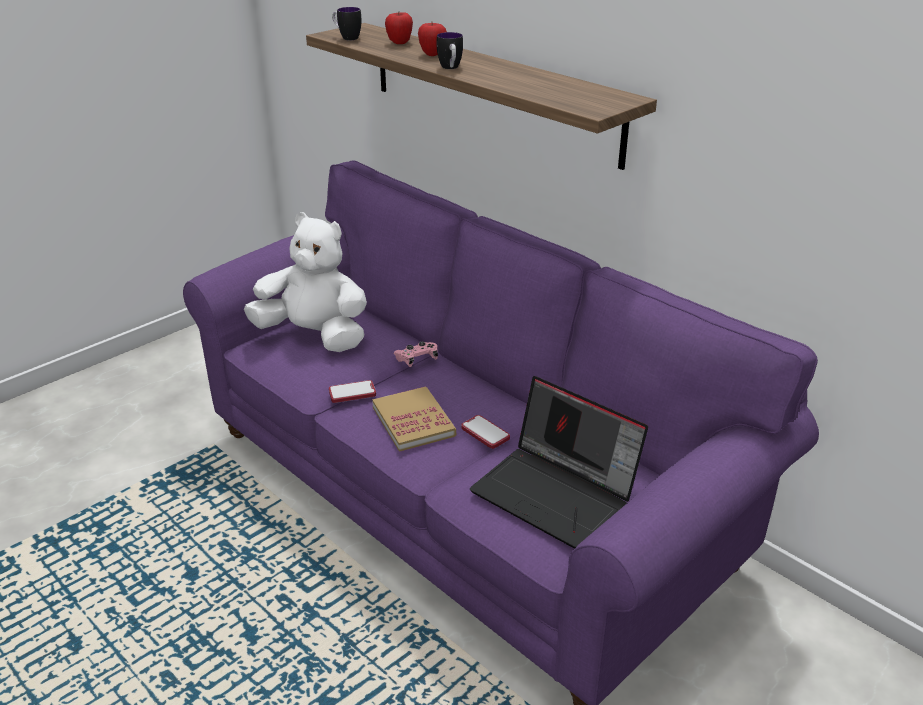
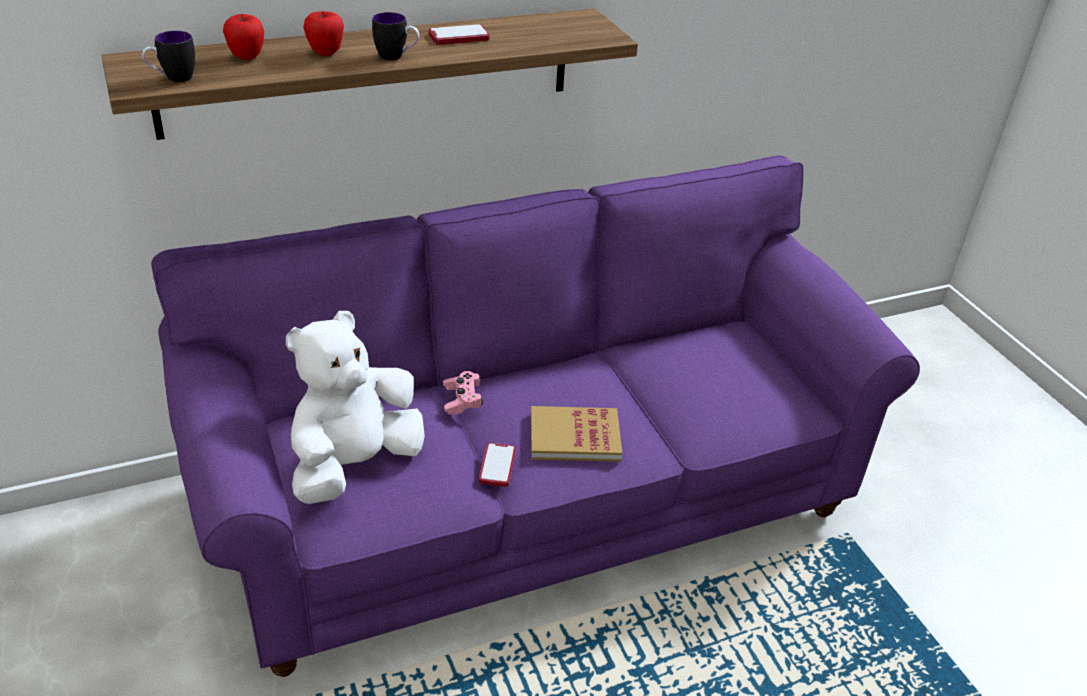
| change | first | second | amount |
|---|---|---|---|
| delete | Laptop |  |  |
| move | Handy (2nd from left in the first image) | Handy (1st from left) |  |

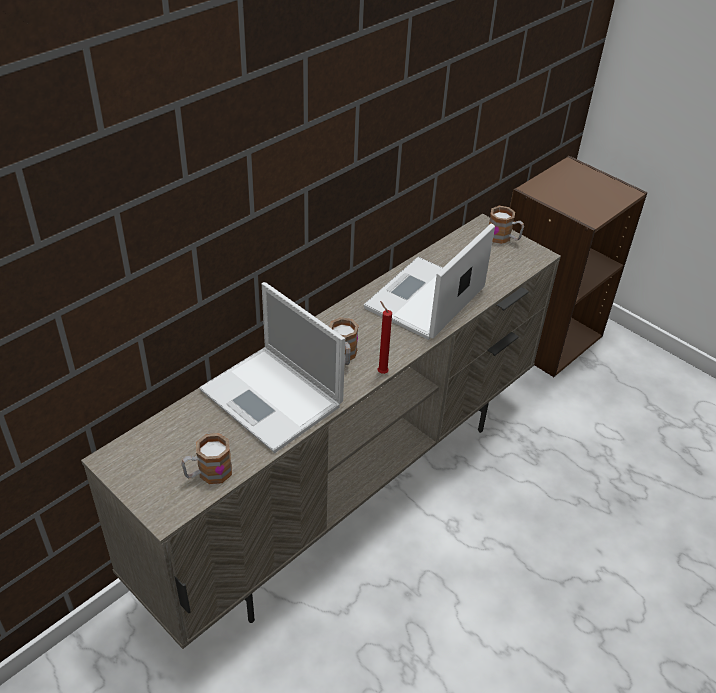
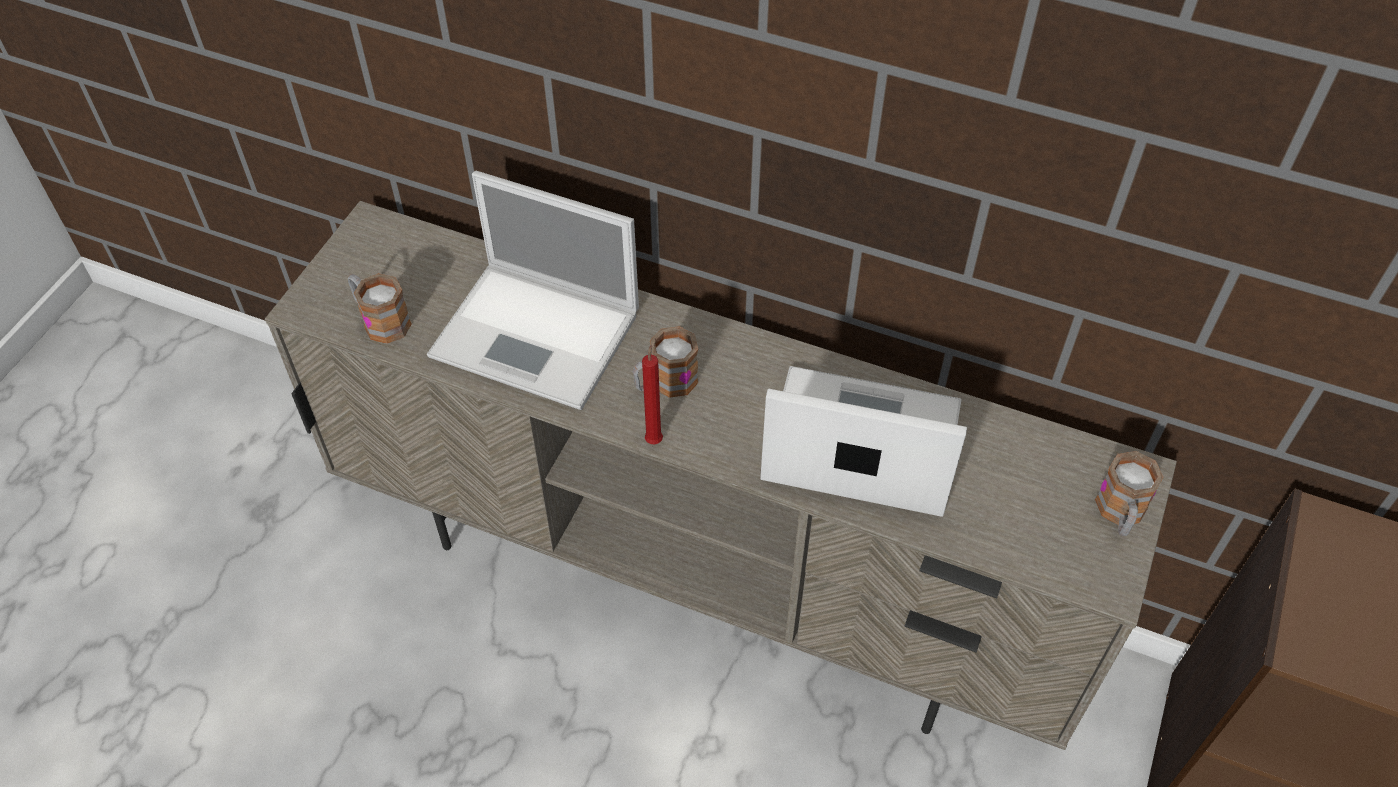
| change | first | second | amount |
|---|---|---|---|
| rotate | Laptop (1st from left) |  | 90 degrees counterclockwise |

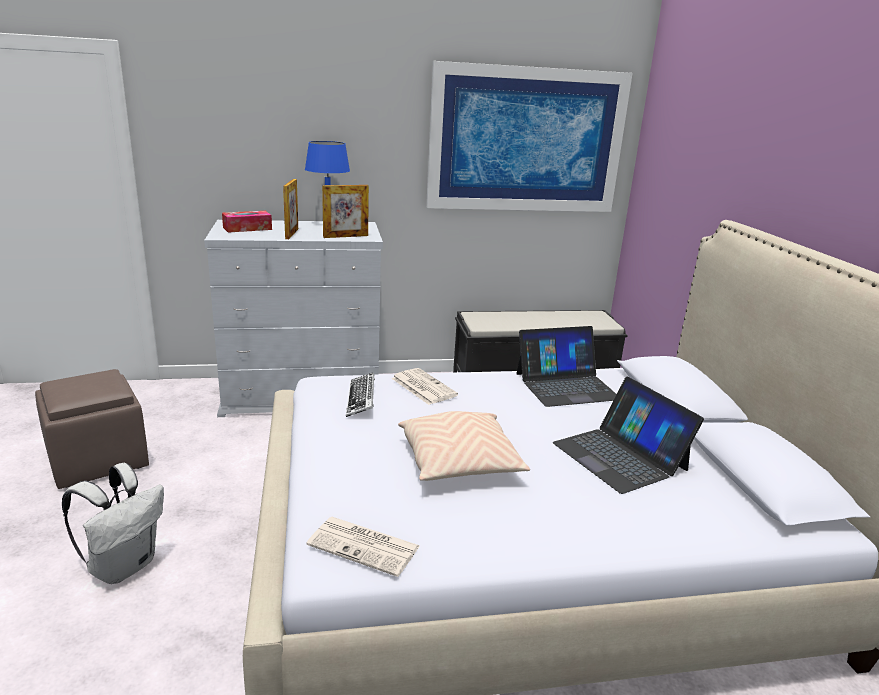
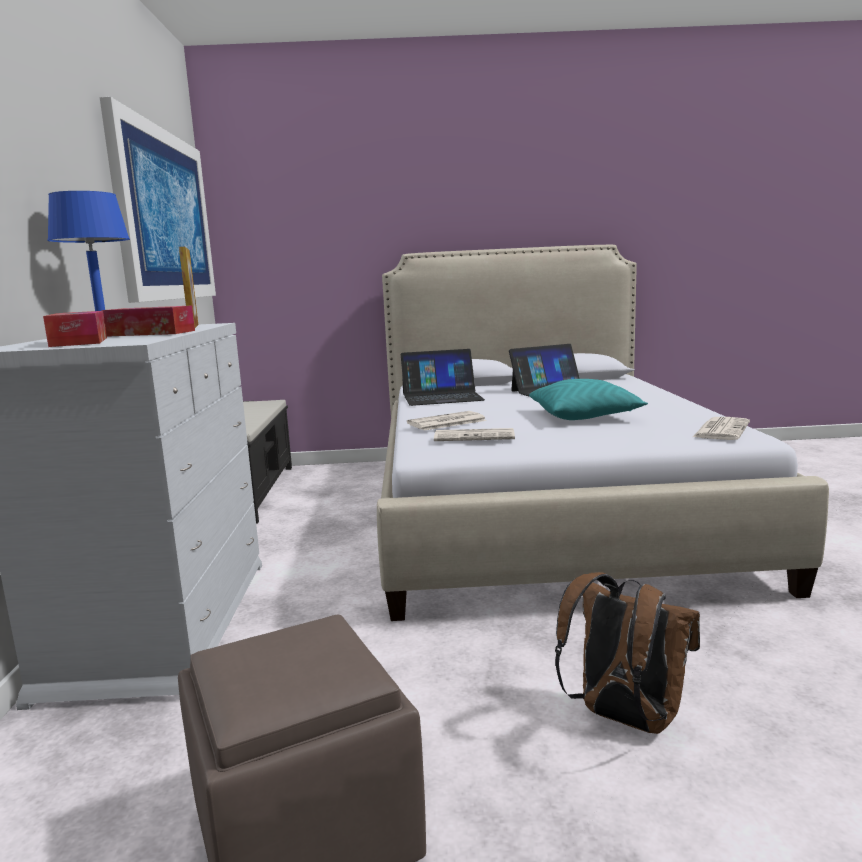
| change | first | second | amount |
|---|---|---|---|
| replace | Bilderrahmen (1st from left) | Taschentuchbox (2nd from left) |  |
| replace | Tastatur | Zeitung (2nd from left) |  |
| recolor | Rucksack/weiß | Rucksack/braun |  |
| recolor | Kissen/beige | Kissen/türkis |  |
| rotate | Laptop (1st from left) |  | 90 degrees clockwise |

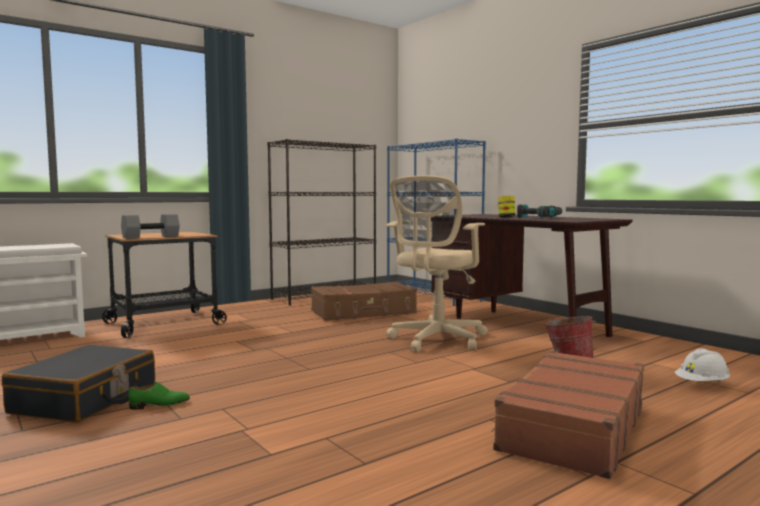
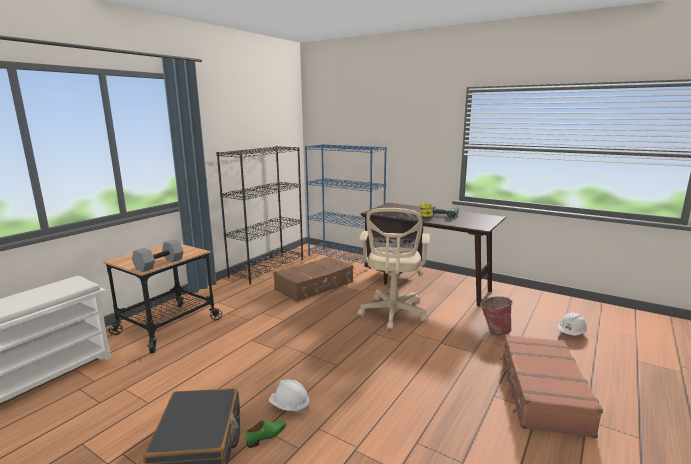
| change | first | second | amount |
|---|---|---|---|
| insert |  | Schutzhelm/weiß (1st from left) |  |

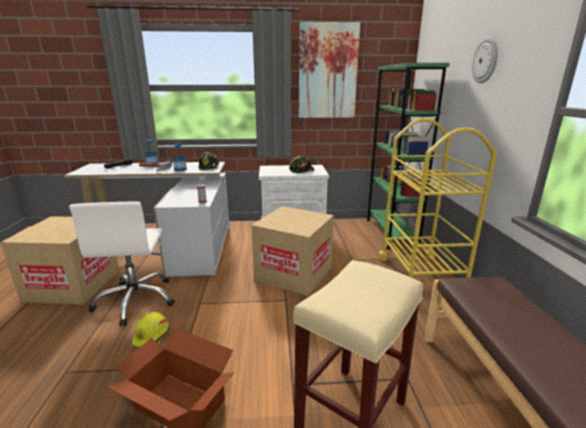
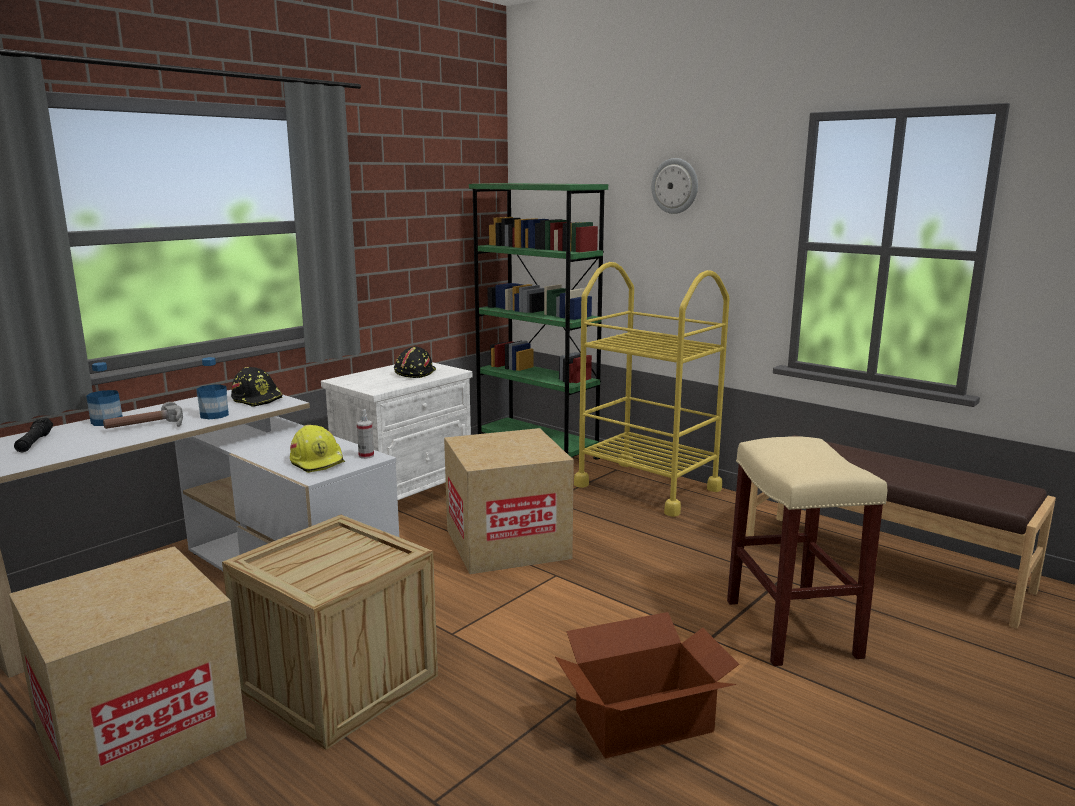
| change | first | second | amount |
|---|---|---|---|
| delete | Bild |  |  |
| move | Schutzhelm/gelb |  |  |
| replace | Bürostuhl/weiß | Kiste |  |

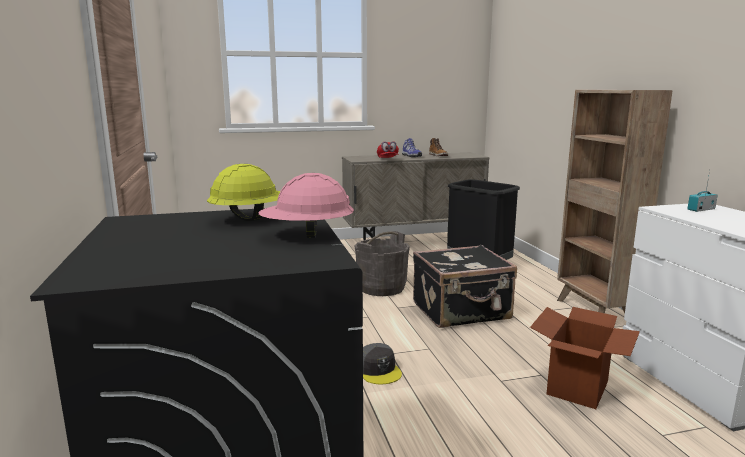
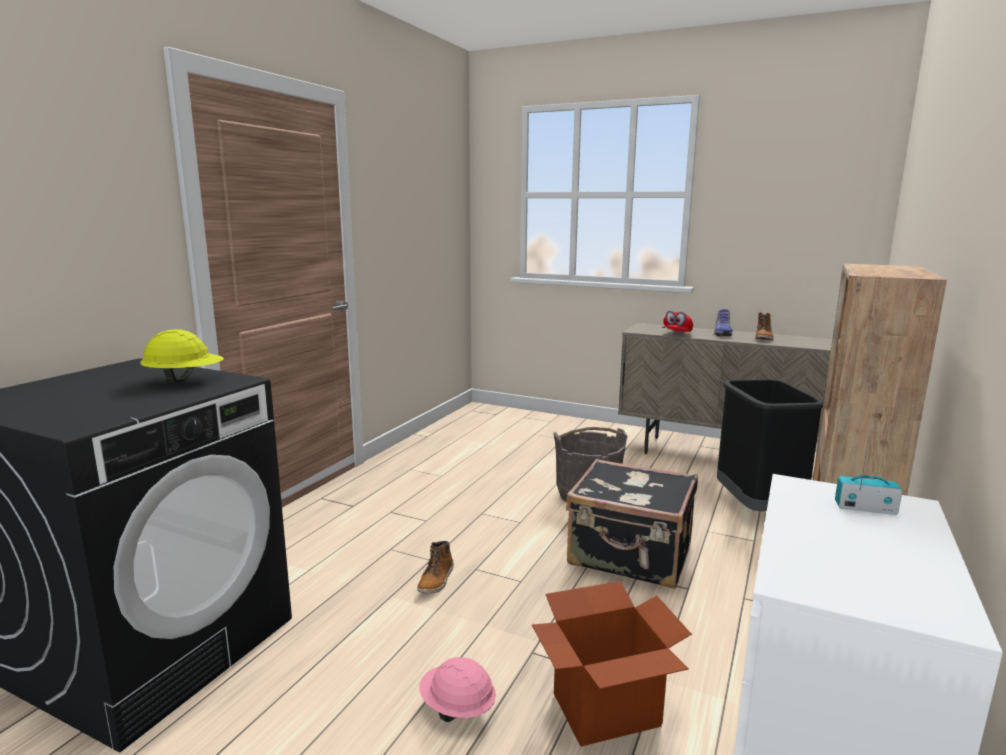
| change | first | second | amount |
|---|---|---|---|
| move | Schutzhelm/rosa |  |  |
| replace | Kappe/grau | Stiefel (1st from left) |  |

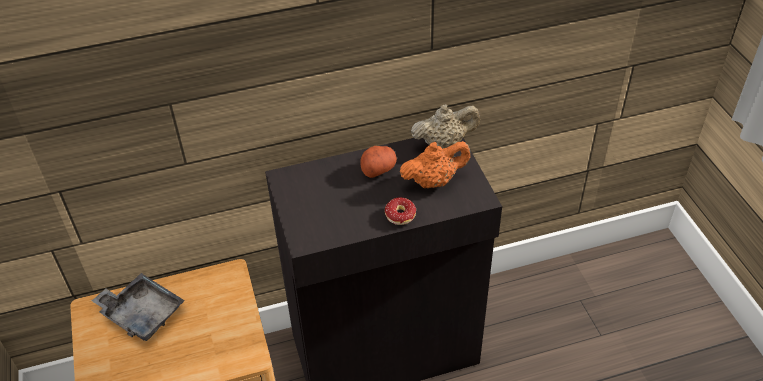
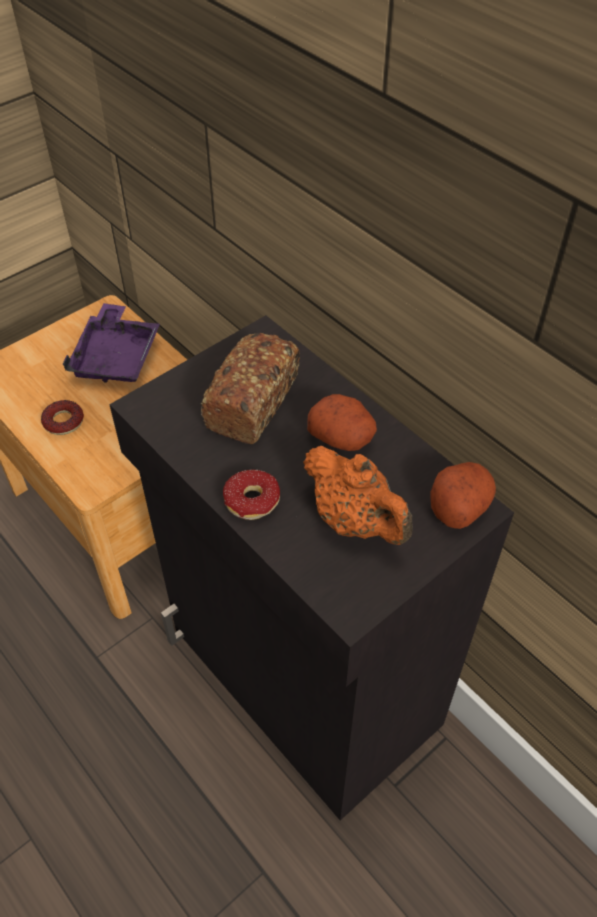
| change | first | second | amount |
|---|---|---|---|
| insert |  | Donut (1st from left) |  |
| insert |  | Brot |  |
| replace | Teekanne/beige | Kartoffel (2nd from left) |  |
| recolor | Tablett/grau | Tablett/lila |  |

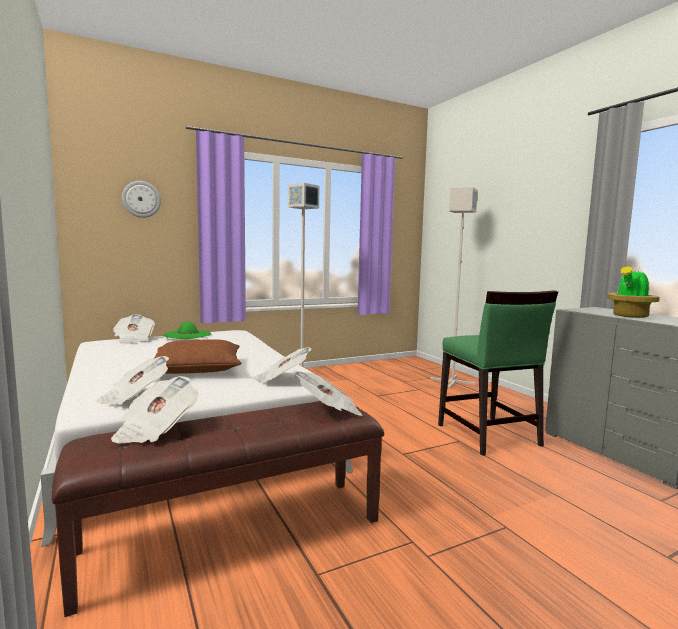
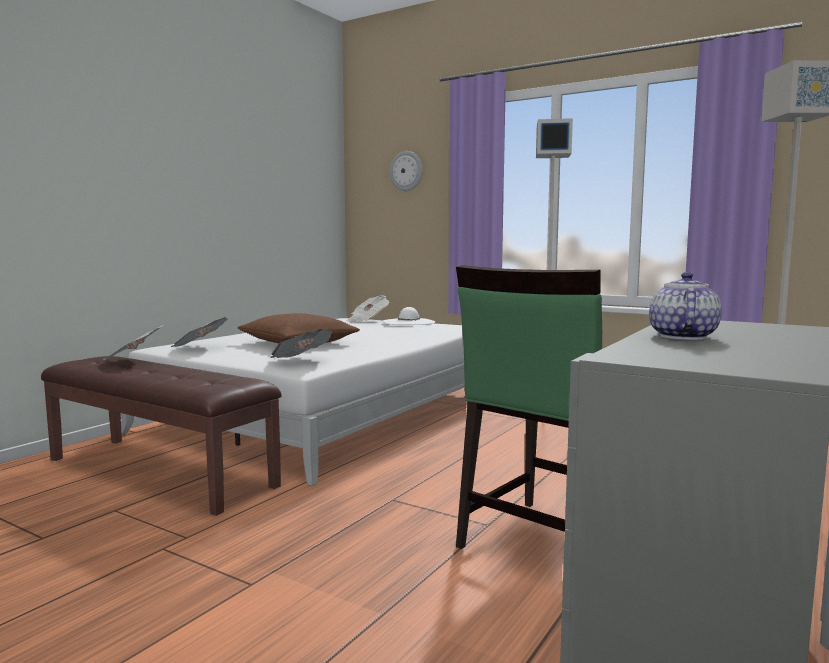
| change | first | second | amount |
|---|---|---|---|
| delete | Zeitung (5th from left) |  |  |
| replace | Topfpflanze | Teekanne |  |
| recolor | Hut/grün | Hut/weiß |  |

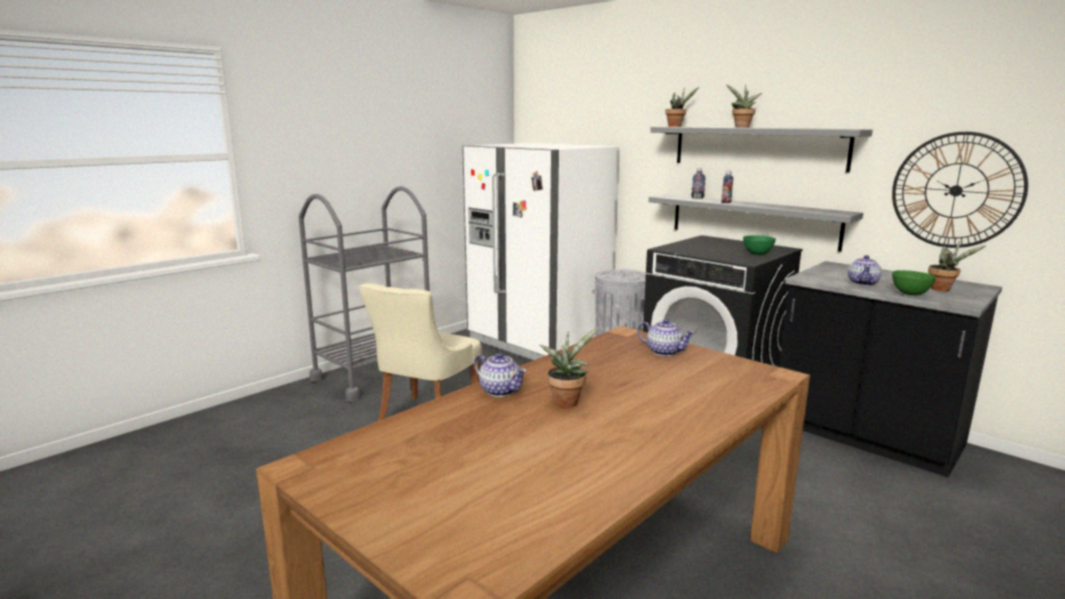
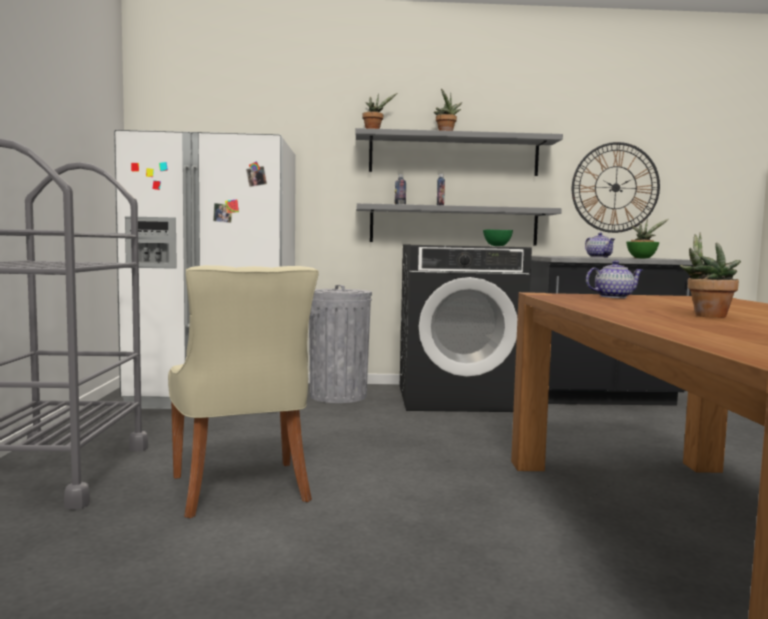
| change | first | second | amount |
|---|---|---|---|
| delete | Teekanne (1st from left) |  |  |

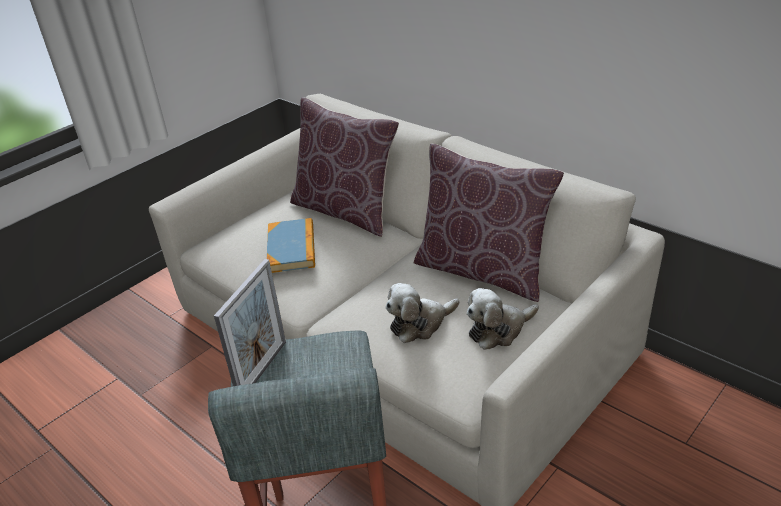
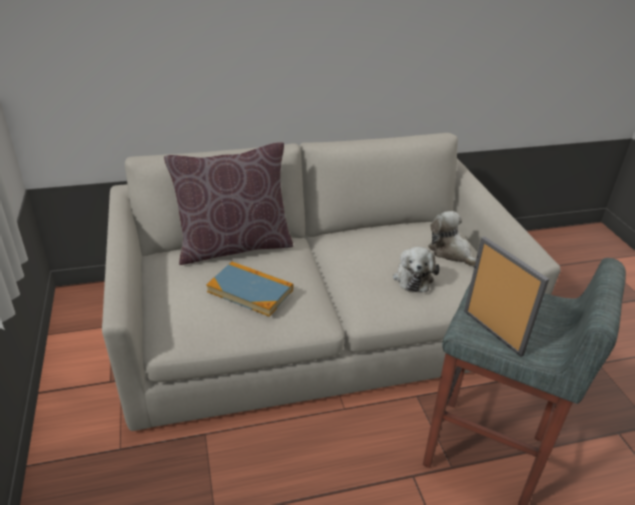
| change | first | second | amount |
|---|---|---|---|
| delete | Kissen/braun (2nd from left) |  |  |
| rotate | Plüschtier (2nd from left) |  | 135 degrees clockwise |

